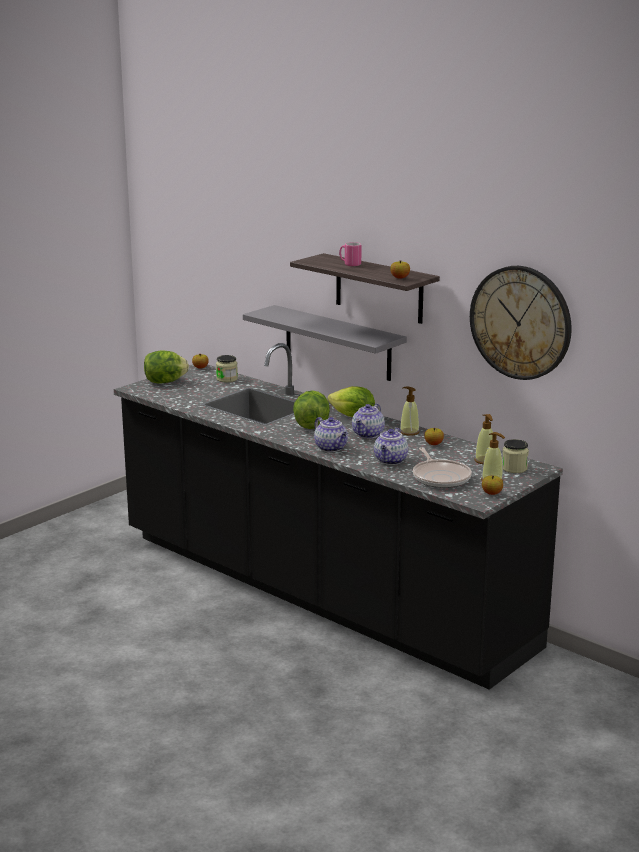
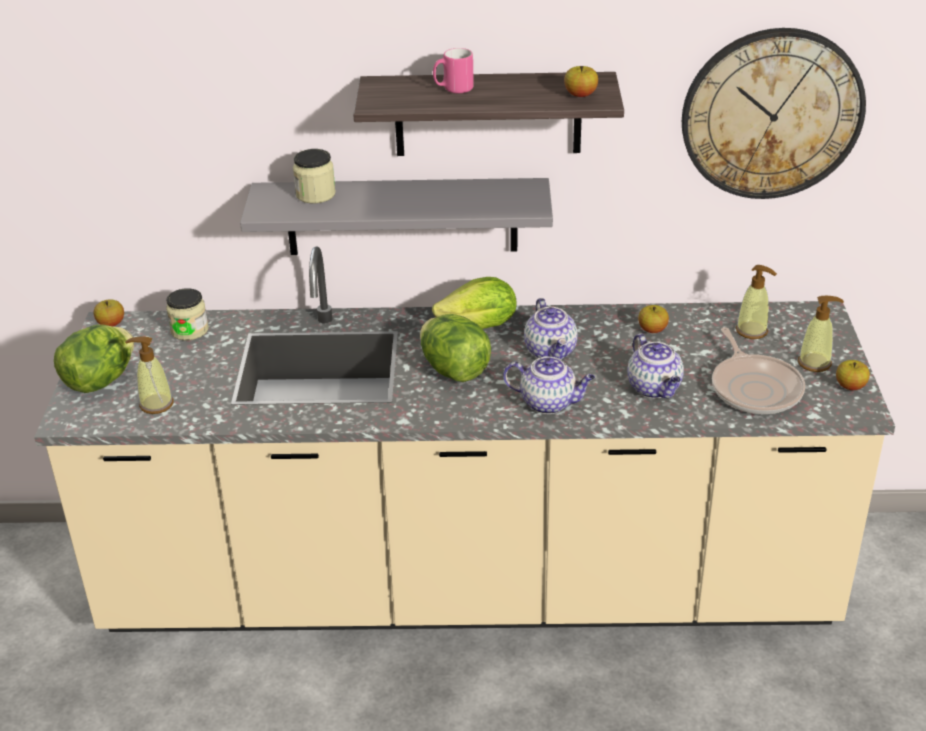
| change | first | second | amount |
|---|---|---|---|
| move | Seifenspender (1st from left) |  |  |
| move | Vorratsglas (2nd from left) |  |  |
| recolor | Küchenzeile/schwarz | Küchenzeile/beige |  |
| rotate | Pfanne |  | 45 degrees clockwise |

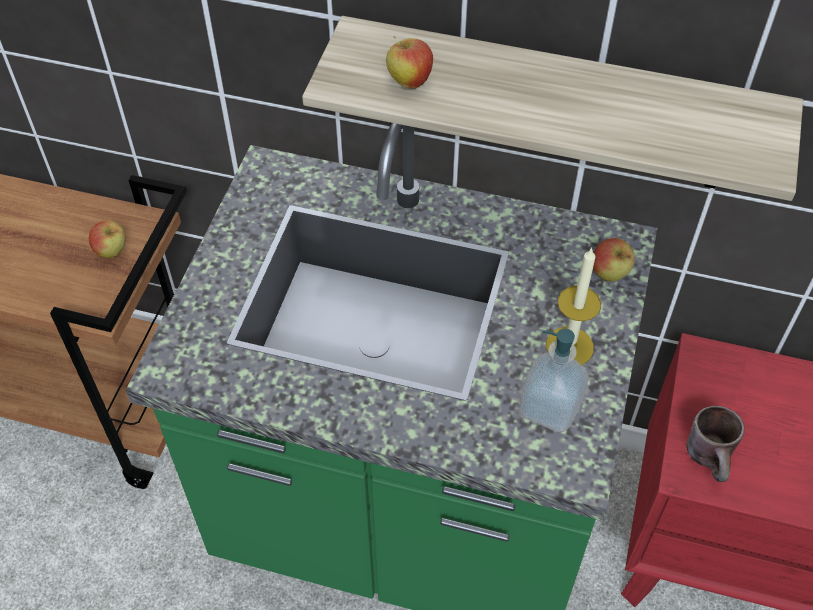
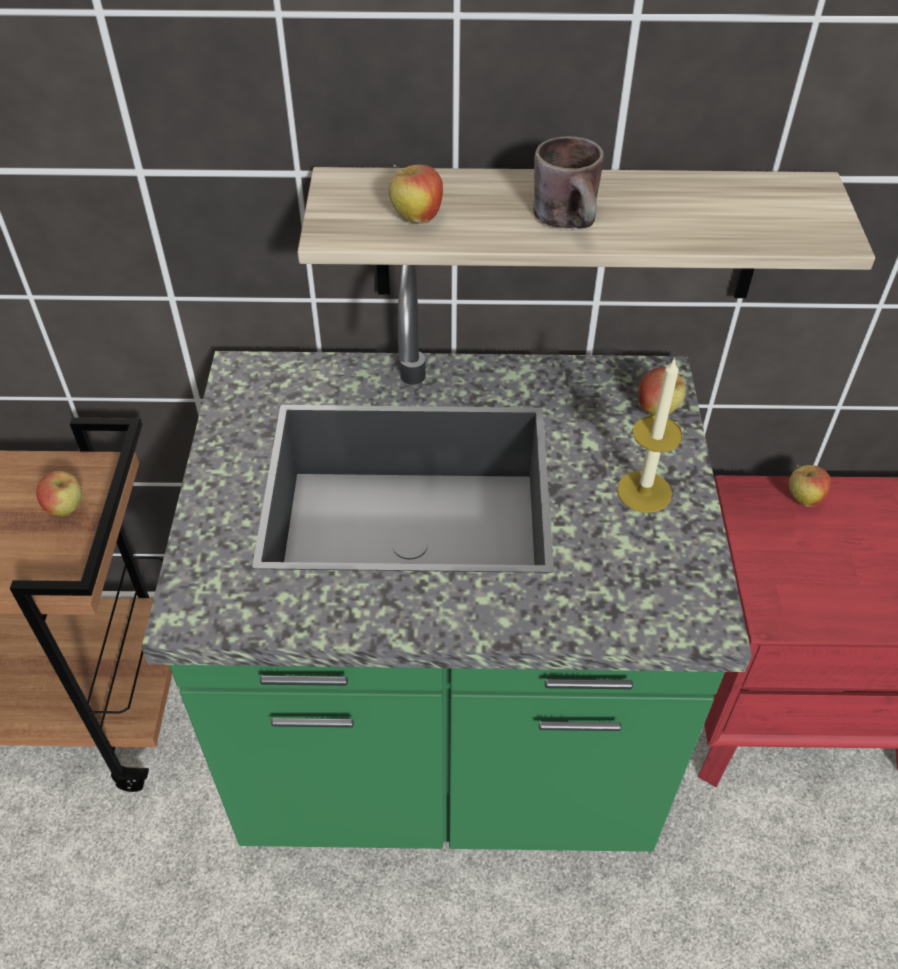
| change | first | second | amount |
|---|---|---|---|
| delete | Seifenspender |  |  |
| insert |  | Apfel (4th from left) |  |
| move | Henkelbecher/braun |  |  |

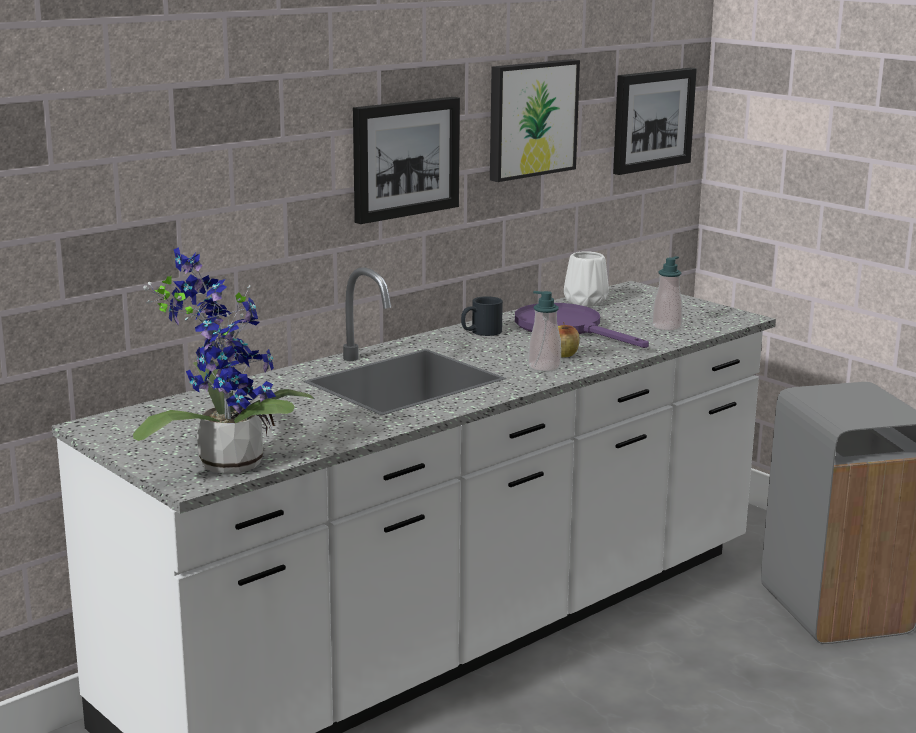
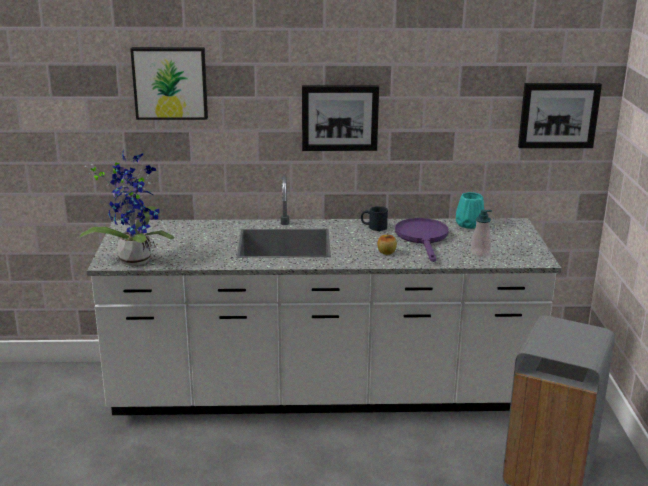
| change | first | second | amount |
|---|---|---|---|
| delete | Seifenspender (1st from left) |  |  |
| move | Bild (2nd from left in the first image) | Bild (1st from left) |  |
| recolor | Vase/weiß | Vase/türkis |  |

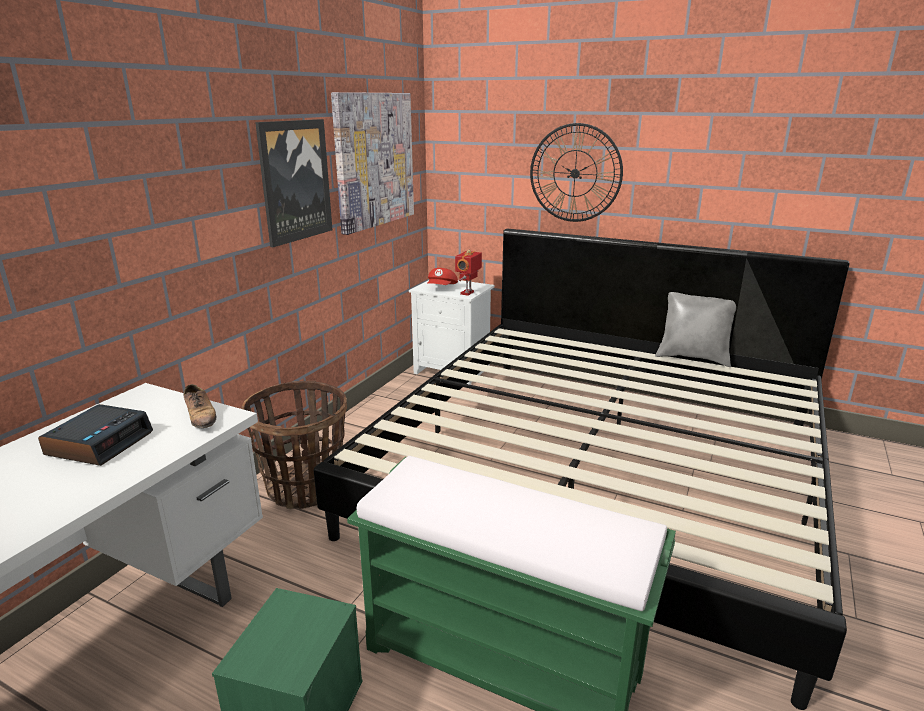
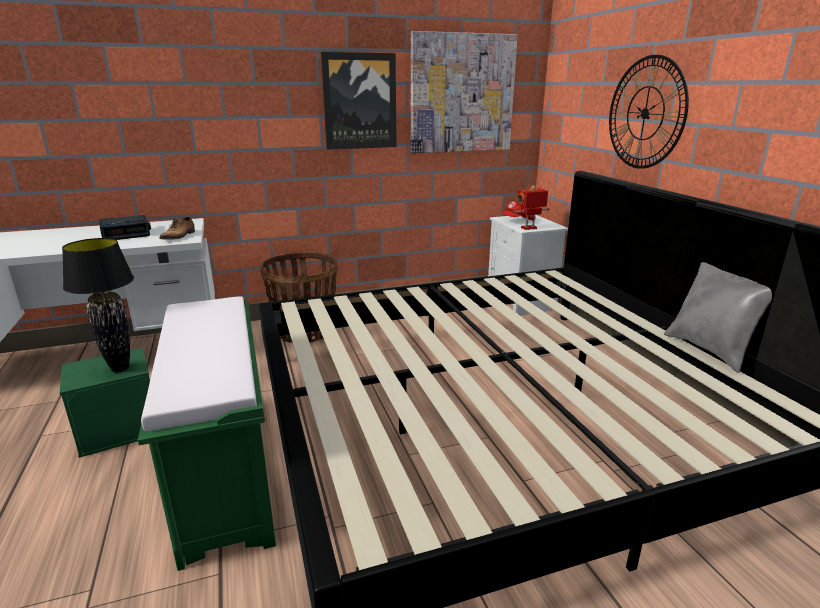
| change | first | second | amount |
|---|---|---|---|
| insert |  | Tischlampe/schwarz |  |

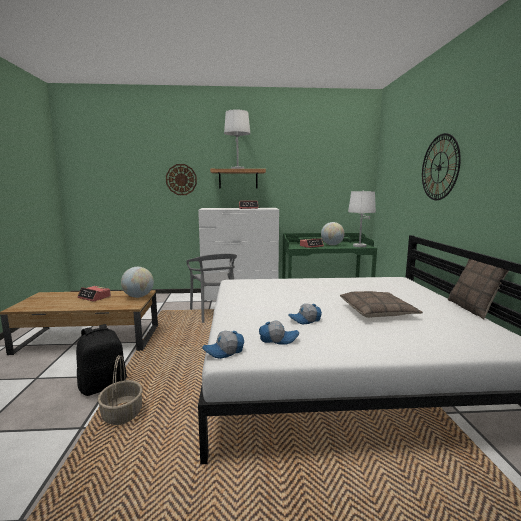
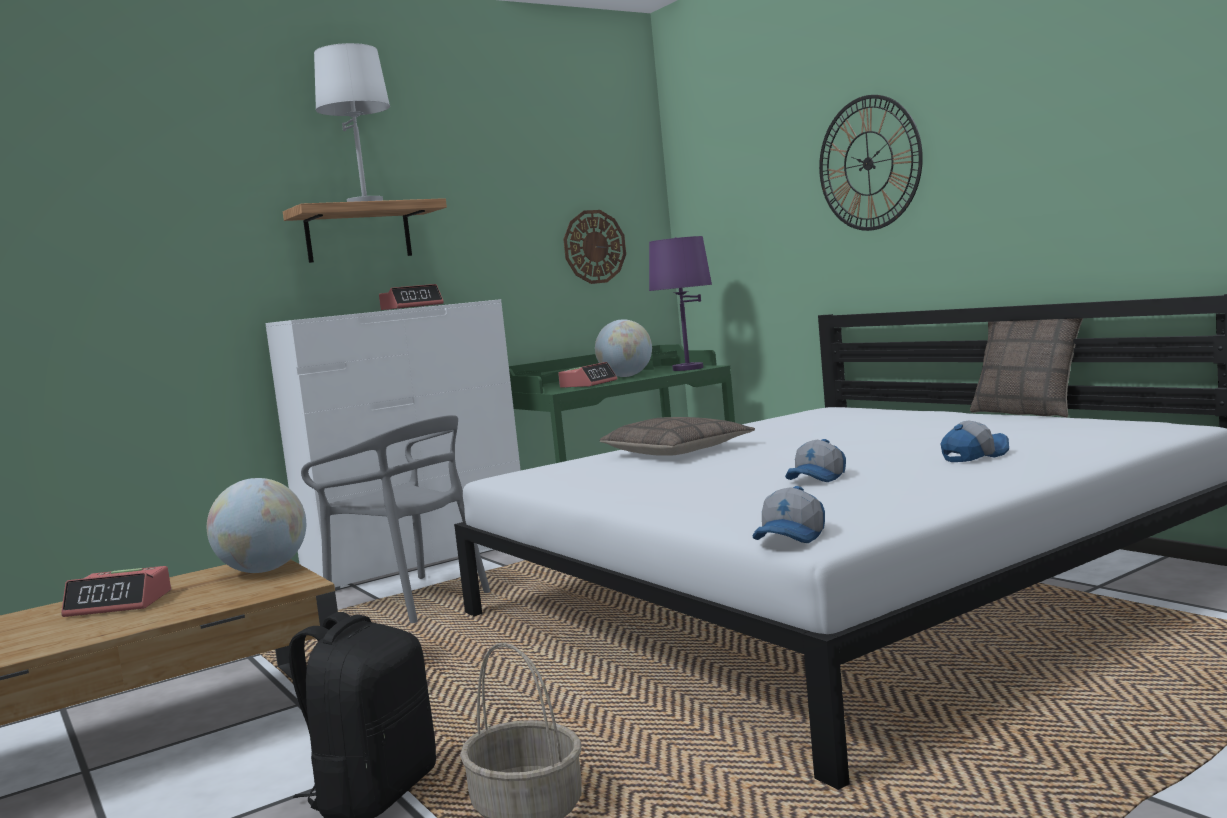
| change | first | second | amount |
|---|---|---|---|
| move | Wanduhr (1st from left) |  |  |
| move | Kappe (2nd from left in the first image) | Kappe (3rd from left) |  |
| move | Kissen (1st from left) |  |  |
| recolor | Tischlampe/weiß (2nd from left) | Tischlampe/lila |  |

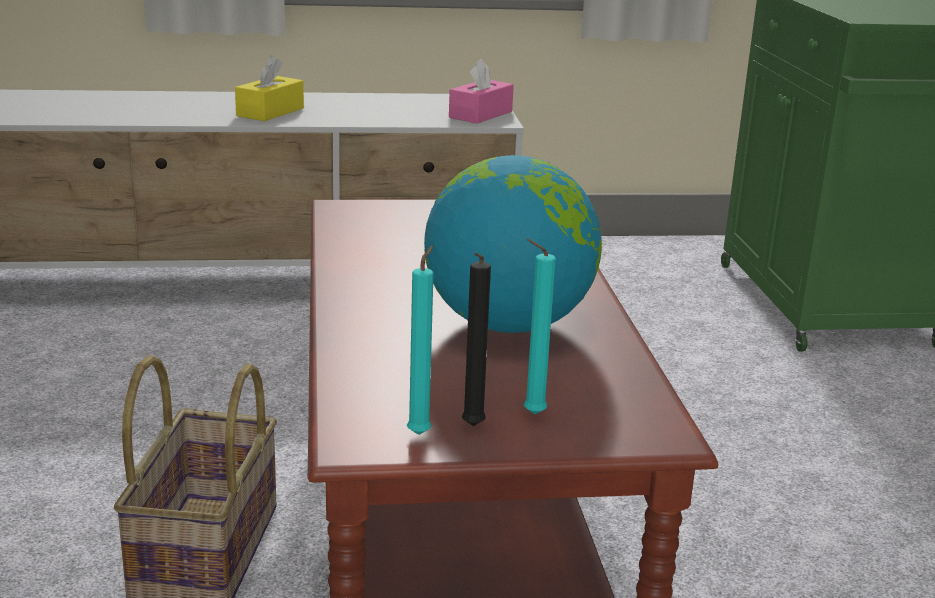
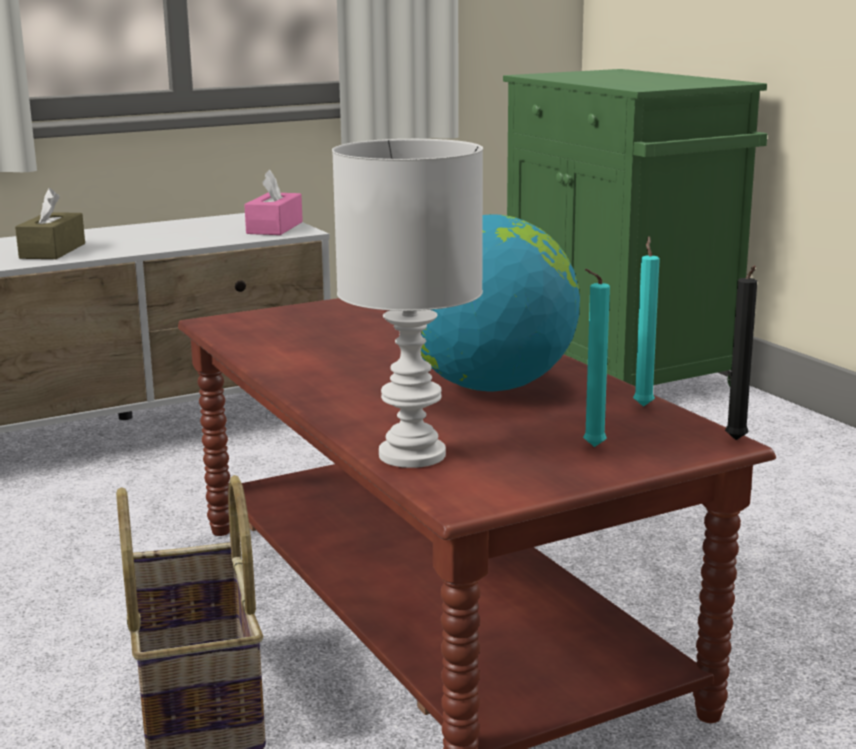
| change | first | second | amount |
|---|---|---|---|
| insert |  | Tischlampe/weiß |  |
| move | Kerze/türkis (1st from left in the first image) | Kerze/türkis (2nd from left) |  |
| move | Kerze/schwarz |  |  |
| recolor | Taschentuchbox/gelb | Taschentuchbox/braun |  |

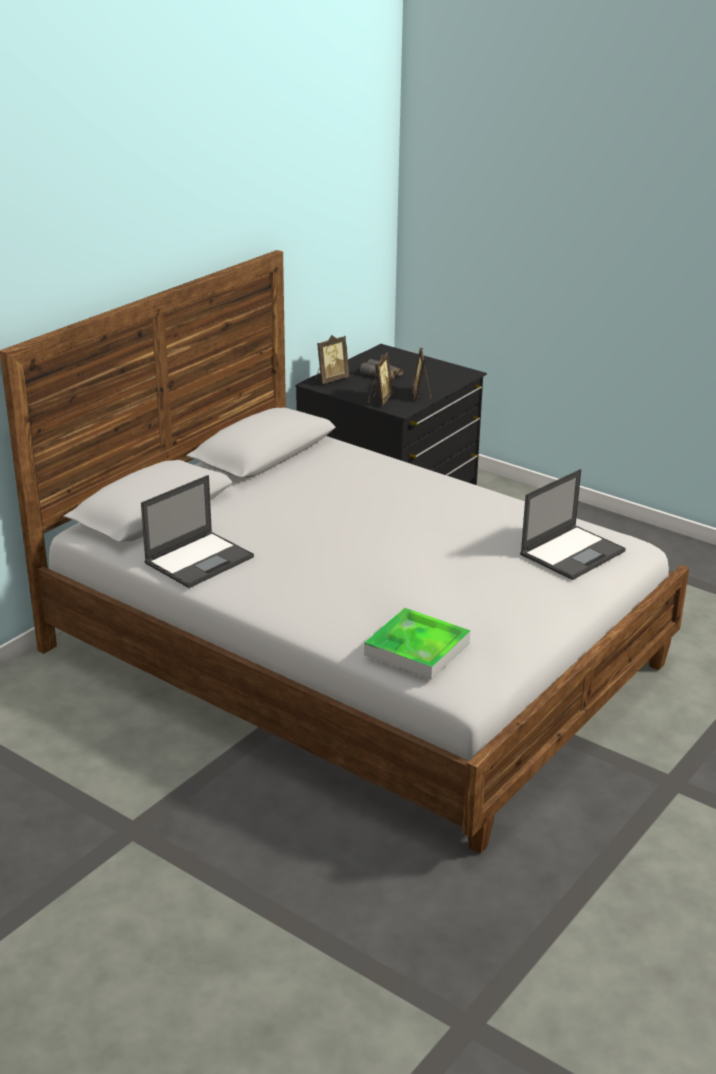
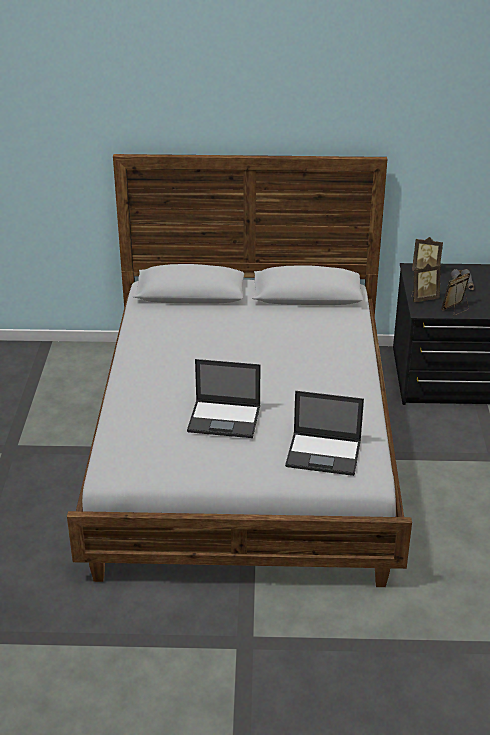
| change | first | second | amount |
|---|---|---|---|
| delete | Tablett |  |  |
| move | Laptop (1st from left) |  |  |

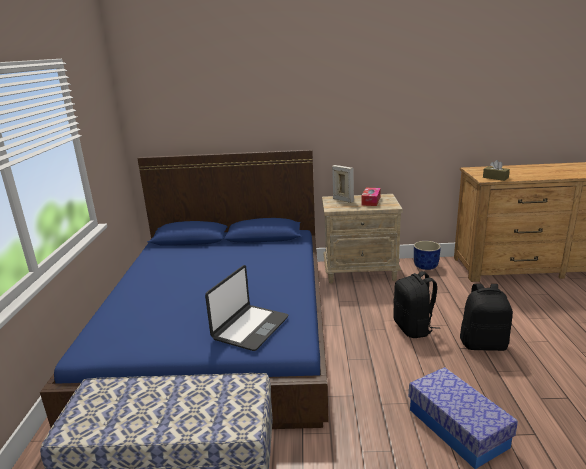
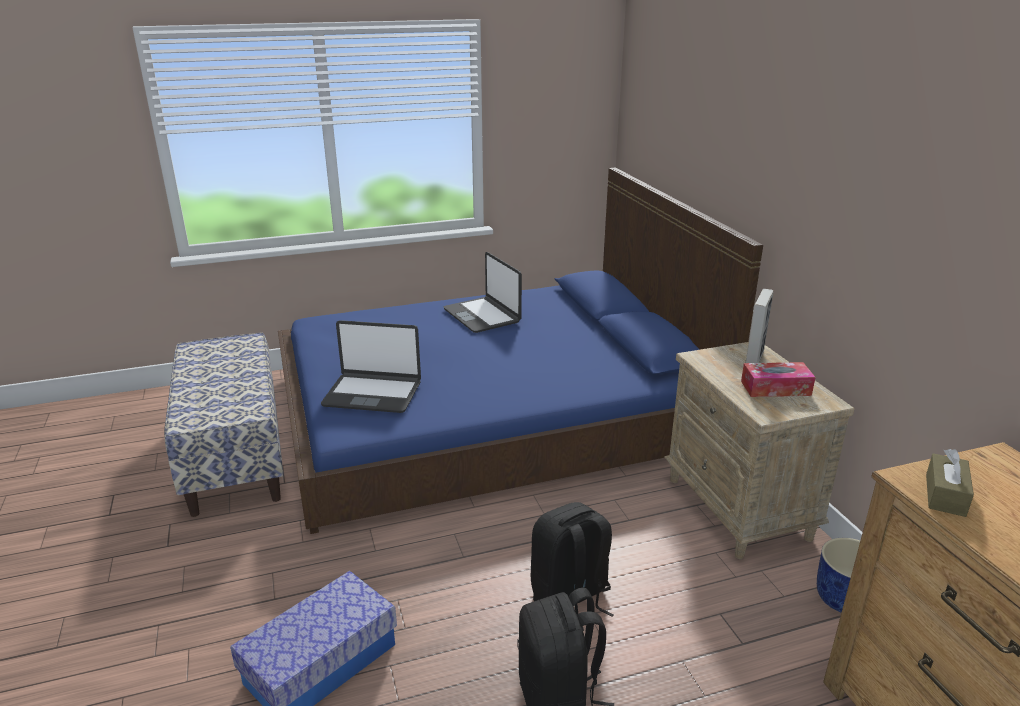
| change | first | second | amount |
|---|---|---|---|
| insert |  | Laptop (2nd from left) |  |

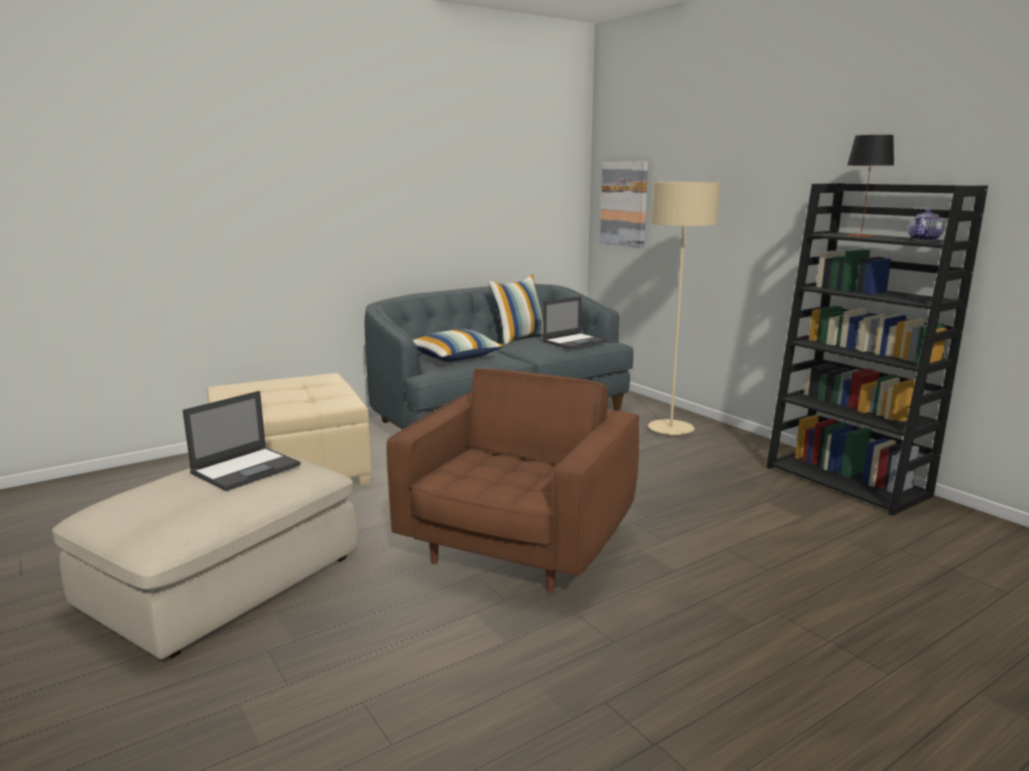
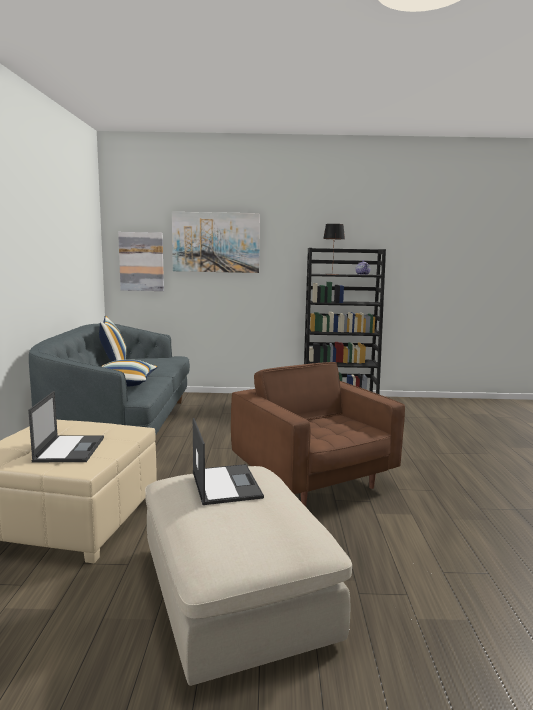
| change | first | second | amount |
|---|---|---|---|
| delete | Stehlampe/beige |  |  |
| insert |  | Bild (2nd from left) |  |
| move | Laptop (2nd from left in the first image) | Laptop (1st from left) |  |

